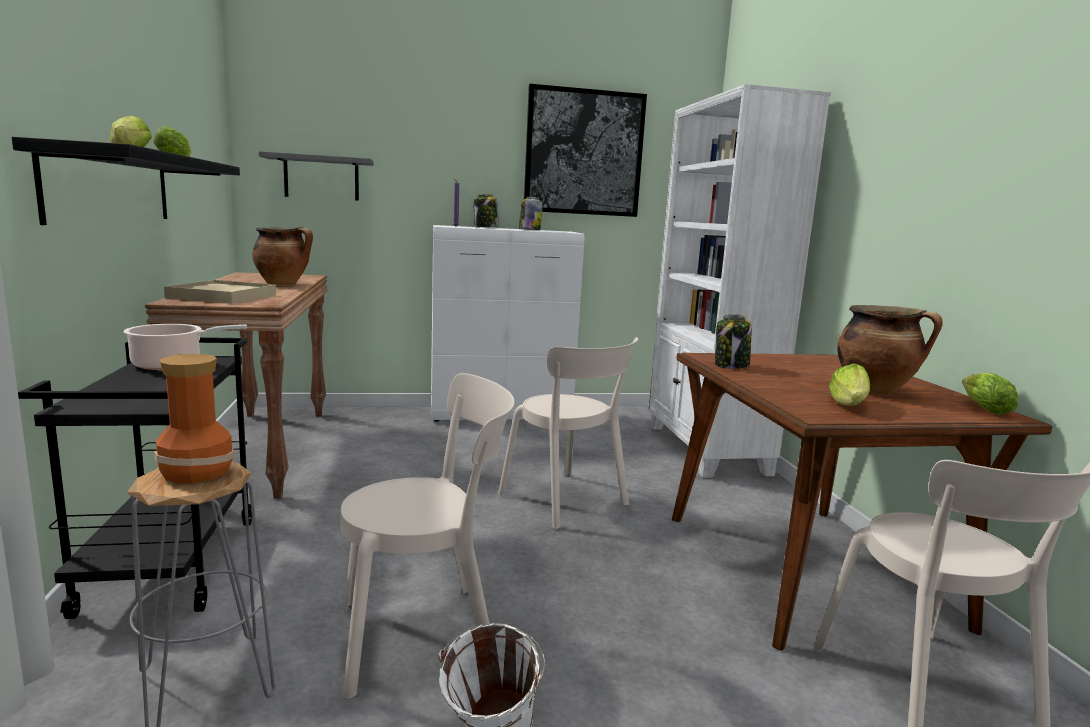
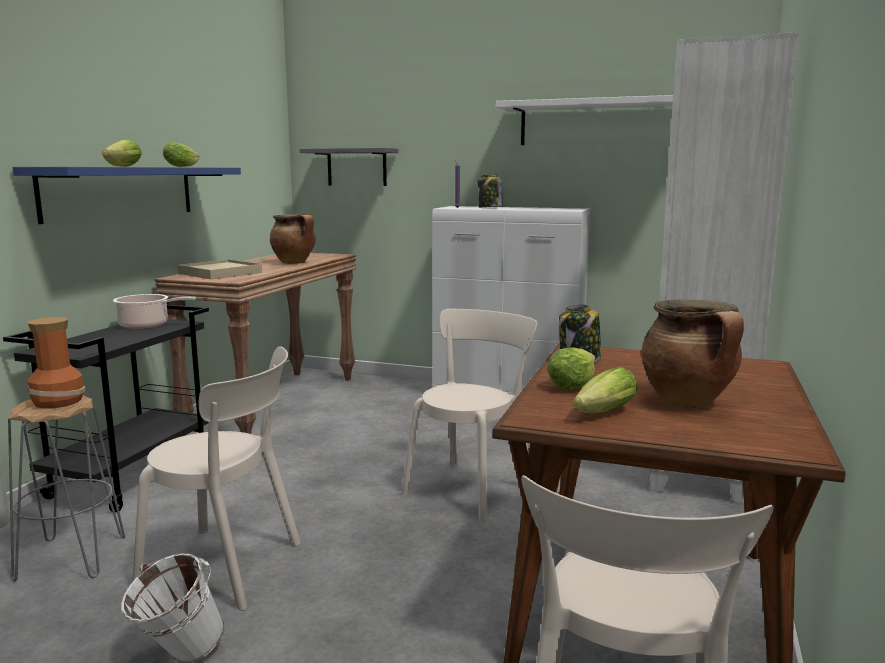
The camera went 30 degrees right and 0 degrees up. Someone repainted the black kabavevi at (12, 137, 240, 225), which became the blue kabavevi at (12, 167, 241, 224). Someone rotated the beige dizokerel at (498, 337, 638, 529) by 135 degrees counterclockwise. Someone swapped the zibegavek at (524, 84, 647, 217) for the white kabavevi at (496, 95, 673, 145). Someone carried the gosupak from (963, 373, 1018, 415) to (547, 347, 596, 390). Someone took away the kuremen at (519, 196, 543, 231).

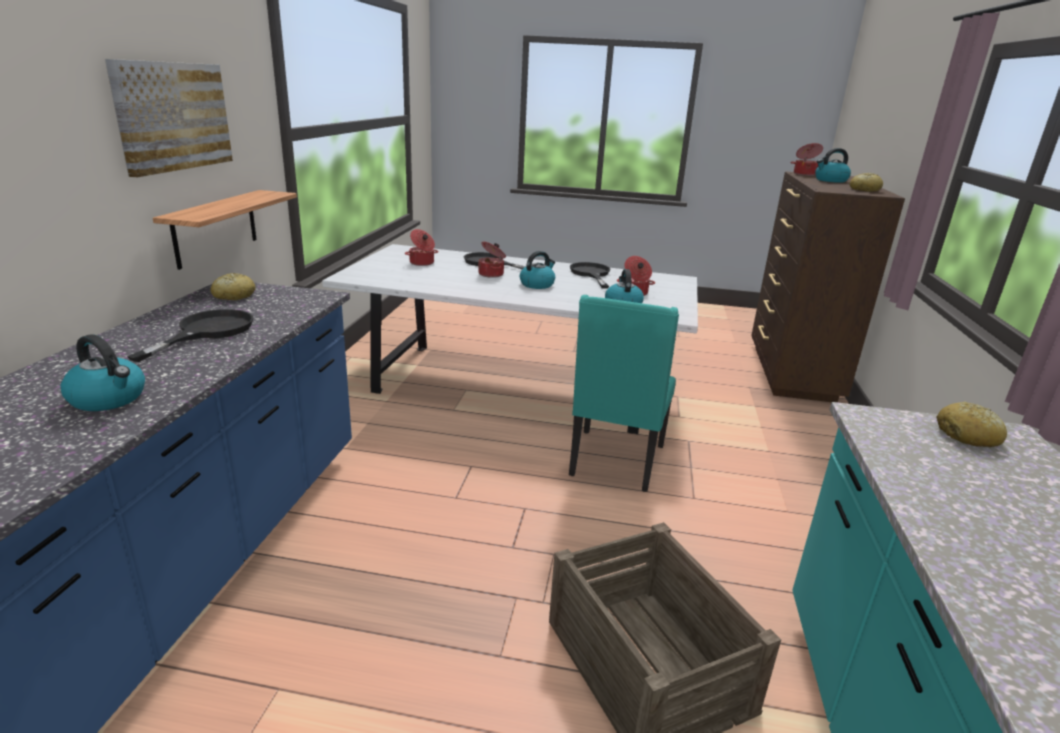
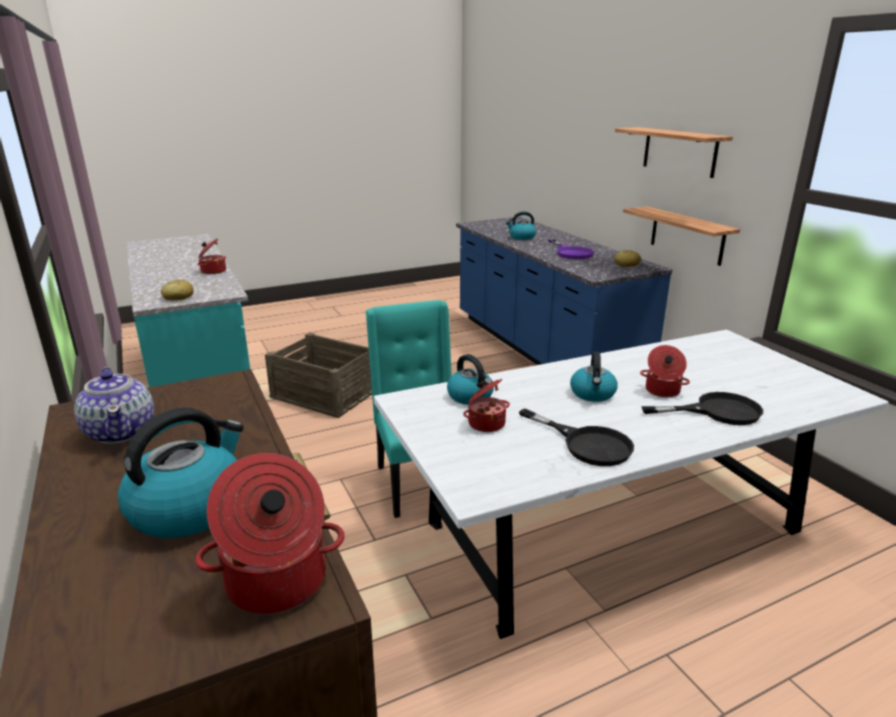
The camera went 145 degrees right and 0 degrees up. Someone swapped the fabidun at (850, 173, 883, 192) for the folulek at (74, 367, 154, 444). Someone carried the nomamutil from (405, 229, 439, 266) to (197, 238, 226, 274). Someone repainted the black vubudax at (127, 309, 253, 362), which became the purple vubudax at (548, 239, 594, 259). Someone swapped the zibegavek at (105, 59, 233, 177) for the kabavevi at (615, 127, 733, 178).

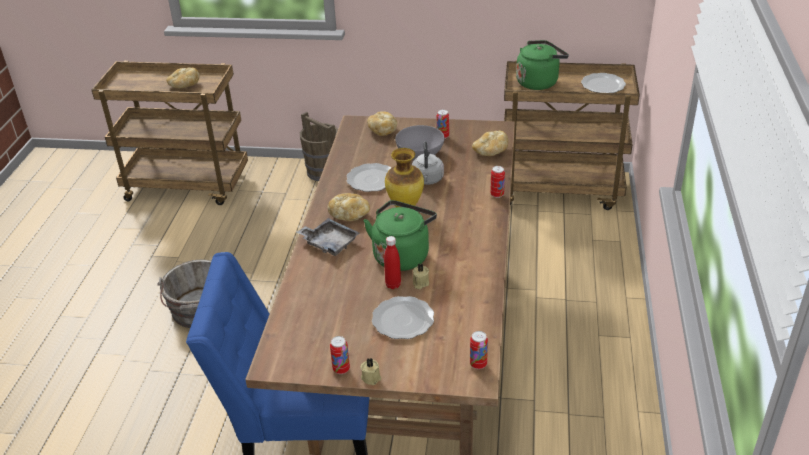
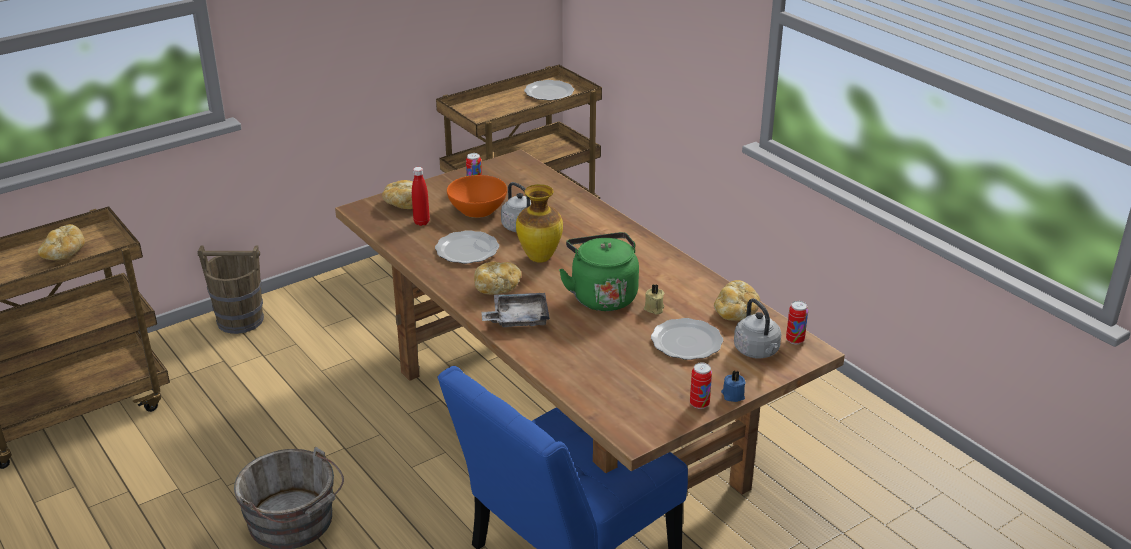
The camera went 45 degrees left and 5 degrees down. Someone carried the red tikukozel from (384, 236, 401, 289) to (412, 167, 430, 226). Someone repainted the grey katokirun at (395, 125, 444, 160), which became the orange katokirun at (447, 175, 507, 218). Someone carried the fabidun from (472, 131, 508, 156) to (714, 280, 760, 321). Someone repainted the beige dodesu at (361, 357, 381, 385), which became the blue dodesu at (721, 371, 746, 402). Someone put down the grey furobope at (734, 298, 782, 358). Someone took away the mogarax at (490, 166, 505, 198). Someone took away the green furobope at (516, 40, 569, 90).

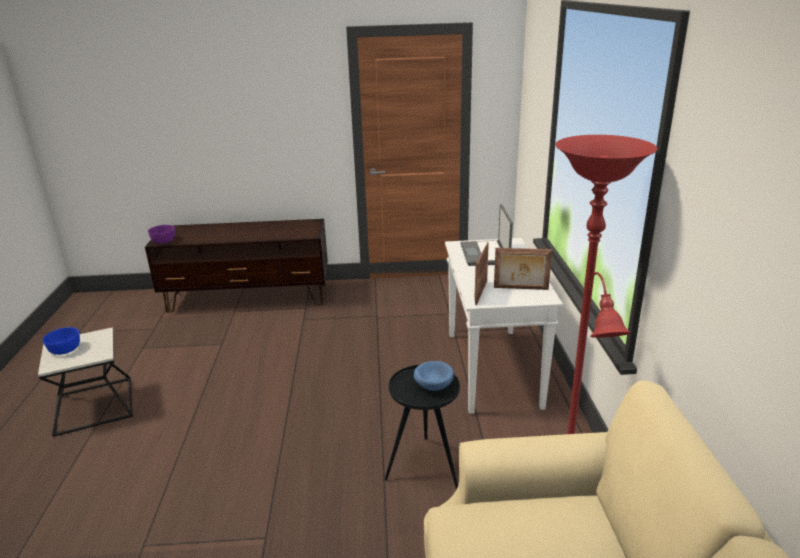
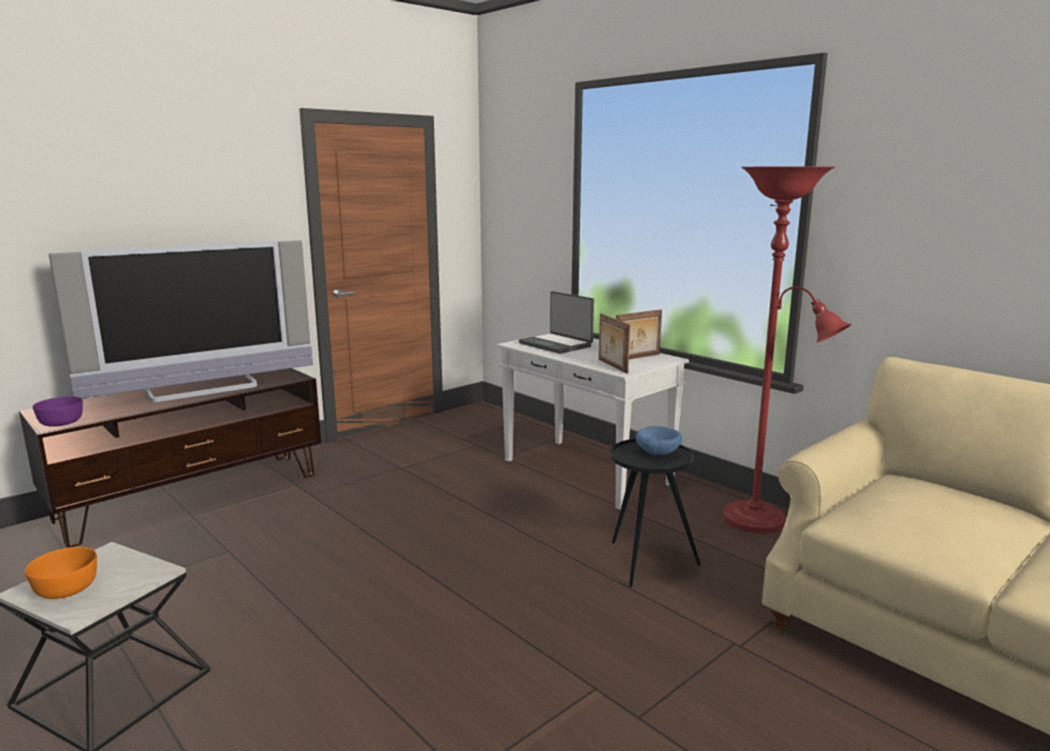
The camera went 40 degrees left and 10 degrees down. Someone repainted the blue katokirun at (43, 327, 80, 355), which became the orange katokirun at (25, 547, 97, 599). Someone put down the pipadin at (49, 240, 313, 402).

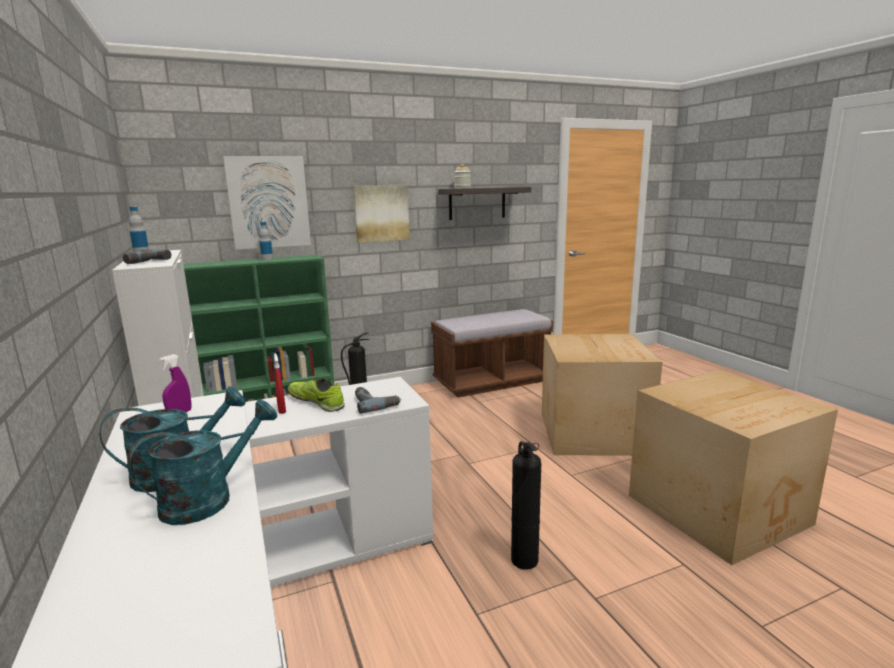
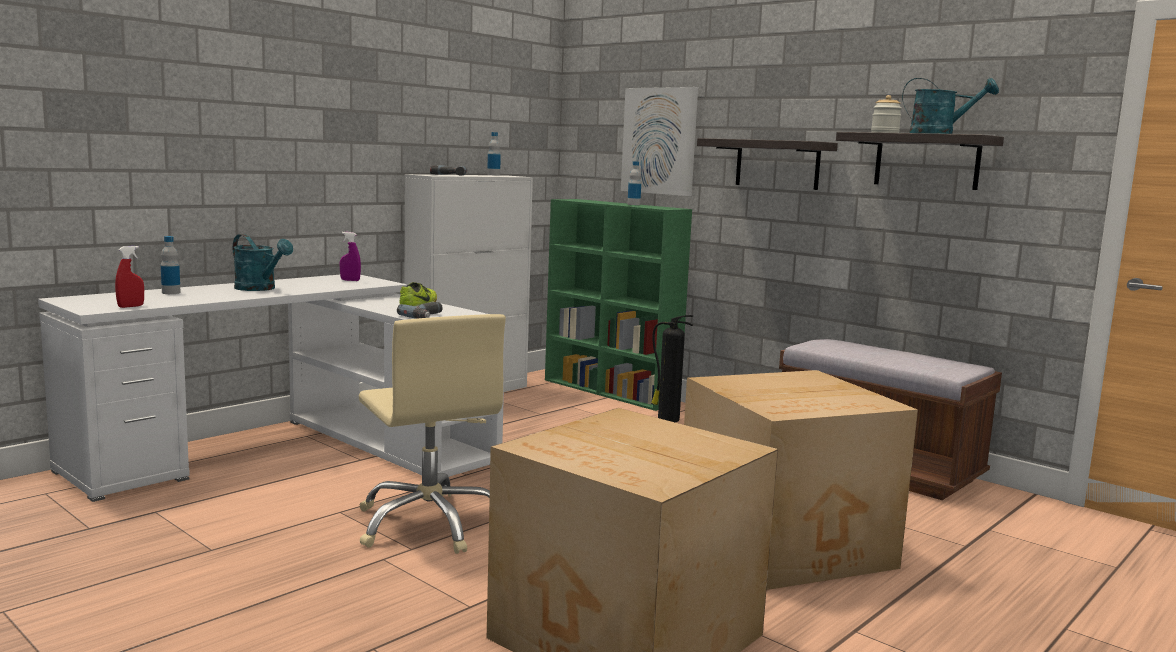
The camera went 65 degrees right and 5 degrees down. Someone carried the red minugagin from (274, 353, 286, 414) to (115, 246, 144, 308). Someone put down the tikukozel at (161, 236, 181, 294). Someone swapped the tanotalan at (511, 441, 541, 570) for the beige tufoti at (358, 314, 506, 554). Someone swapped the zibegavek at (353, 185, 410, 243) for the kabavevi at (697, 138, 838, 190). Someone carried the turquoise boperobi from (127, 400, 277, 525) to (902, 78, 999, 134).

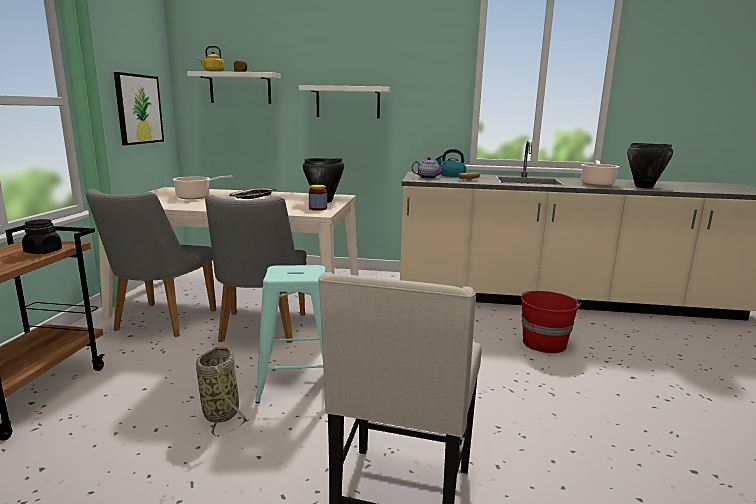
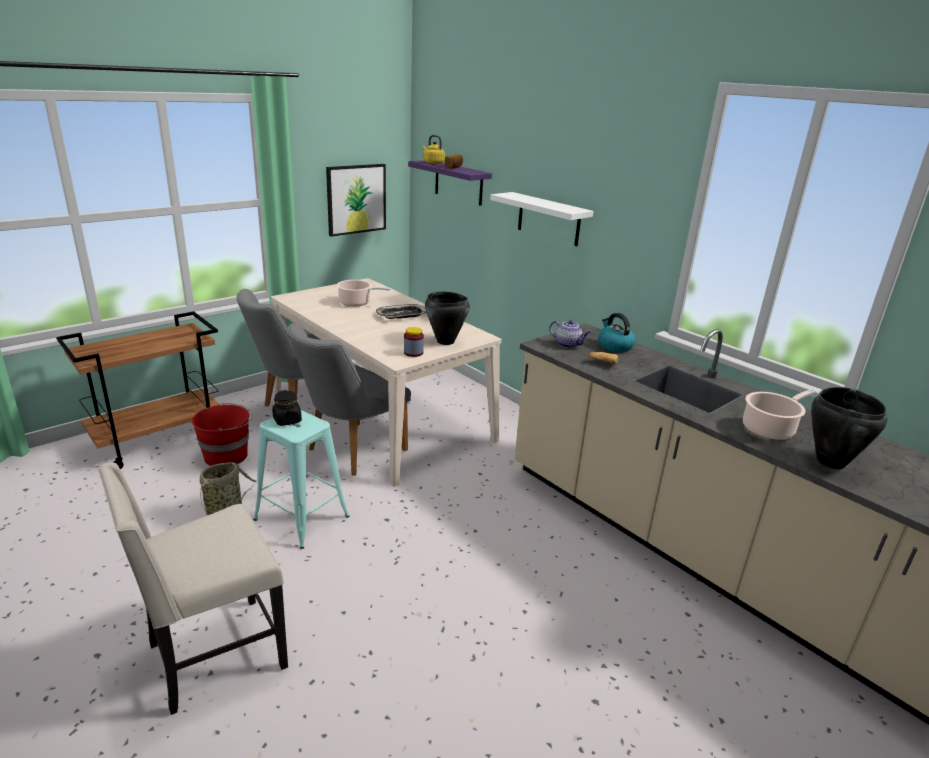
The camera went 40 degrees right and 10 degrees up. Someone carried the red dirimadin from (521, 291, 581, 353) to (192, 403, 252, 466). Someone carried the black kuremen from (22, 219, 62, 254) to (272, 390, 302, 426). Someone repainted the white kabavevi at (187, 71, 281, 104), which became the purple kabavevi at (408, 160, 492, 206).

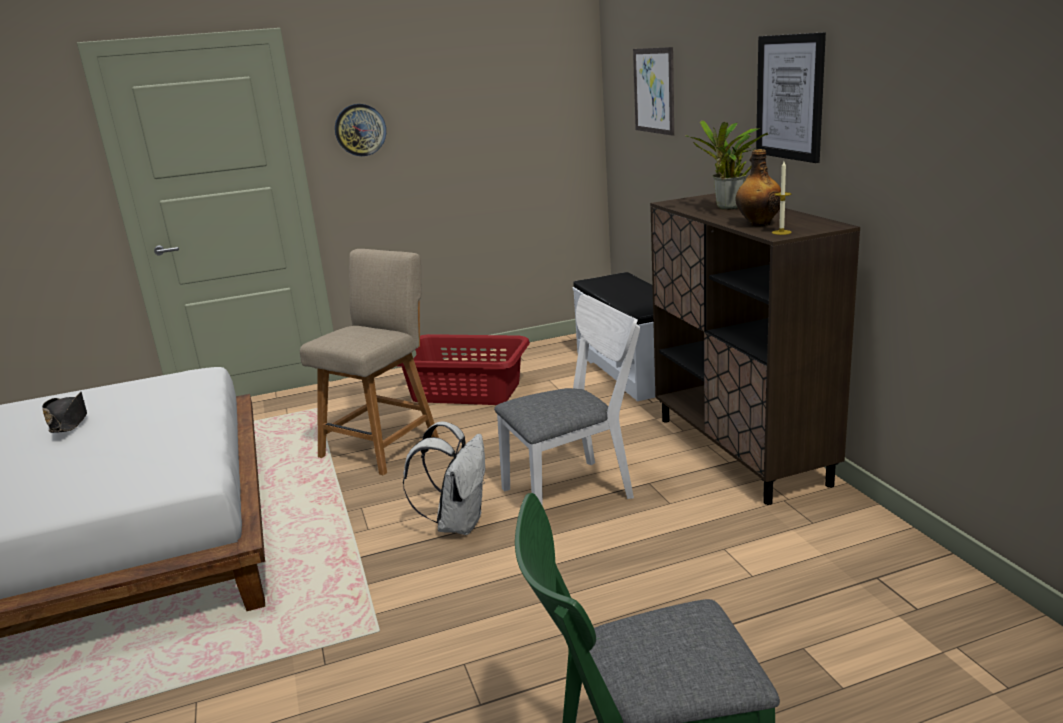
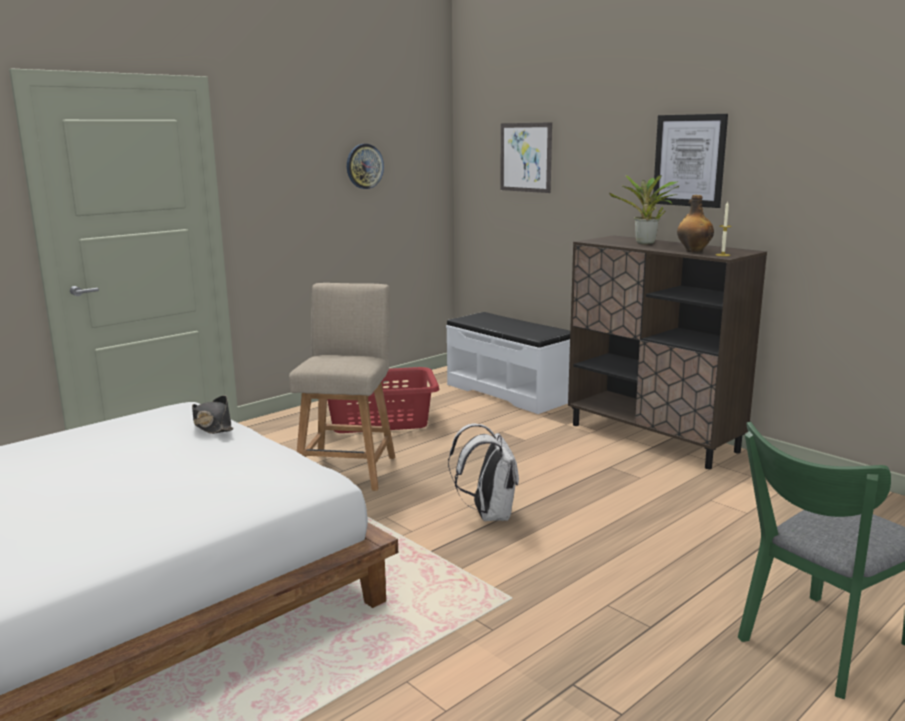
The camera went 25 degrees left and 5 degrees down. Someone carried the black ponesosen from (42, 392, 87, 433) to (192, 395, 233, 434). Someone carried the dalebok from (335, 104, 386, 156) to (347, 144, 384, 189). Someone took away the white dizokerel at (494, 295, 640, 506).

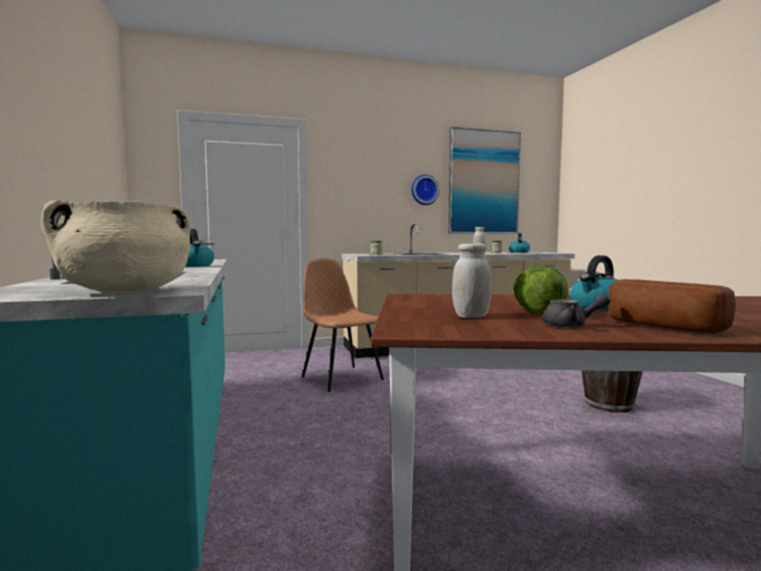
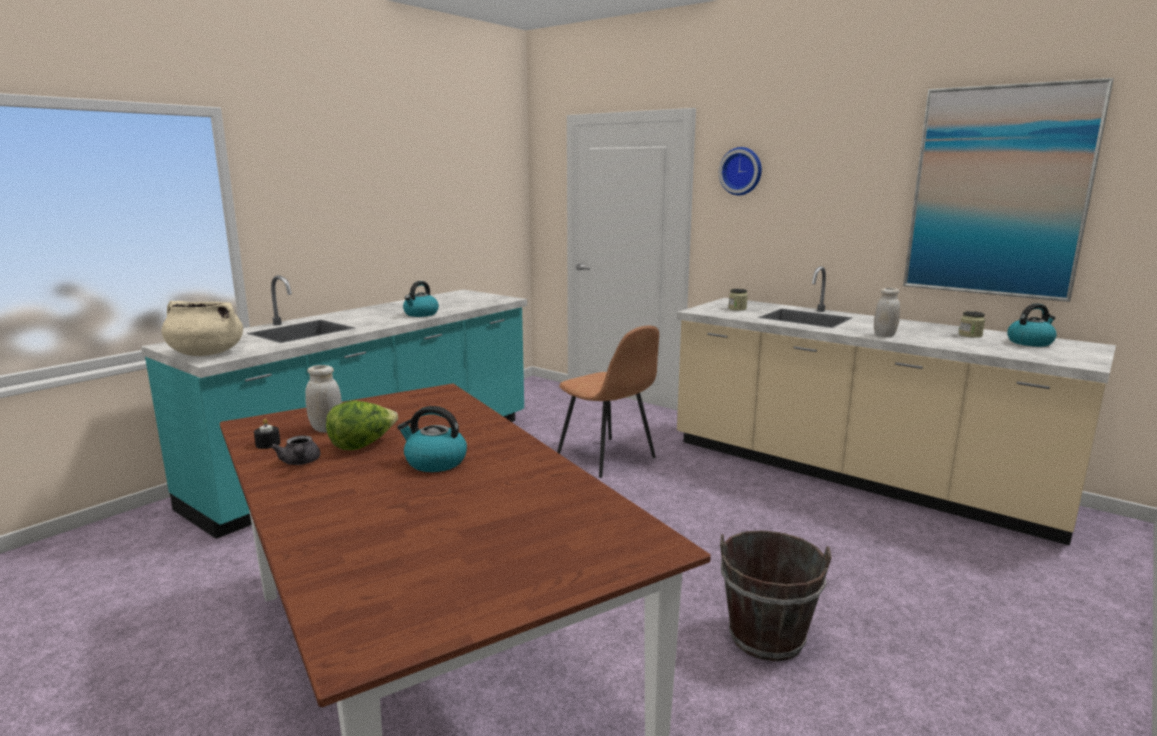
The camera went 55 degrees right and 10 degrees up. Someone put down the black dodesu at (254, 419, 281, 449). Someone rotated the brown dizokerel at (302, 258, 384, 392) by 120 degrees clockwise. Someone carried the dalebok from (411, 174, 439, 205) to (719, 147, 762, 195). Someone took away the fabidun at (609, 279, 736, 333).

